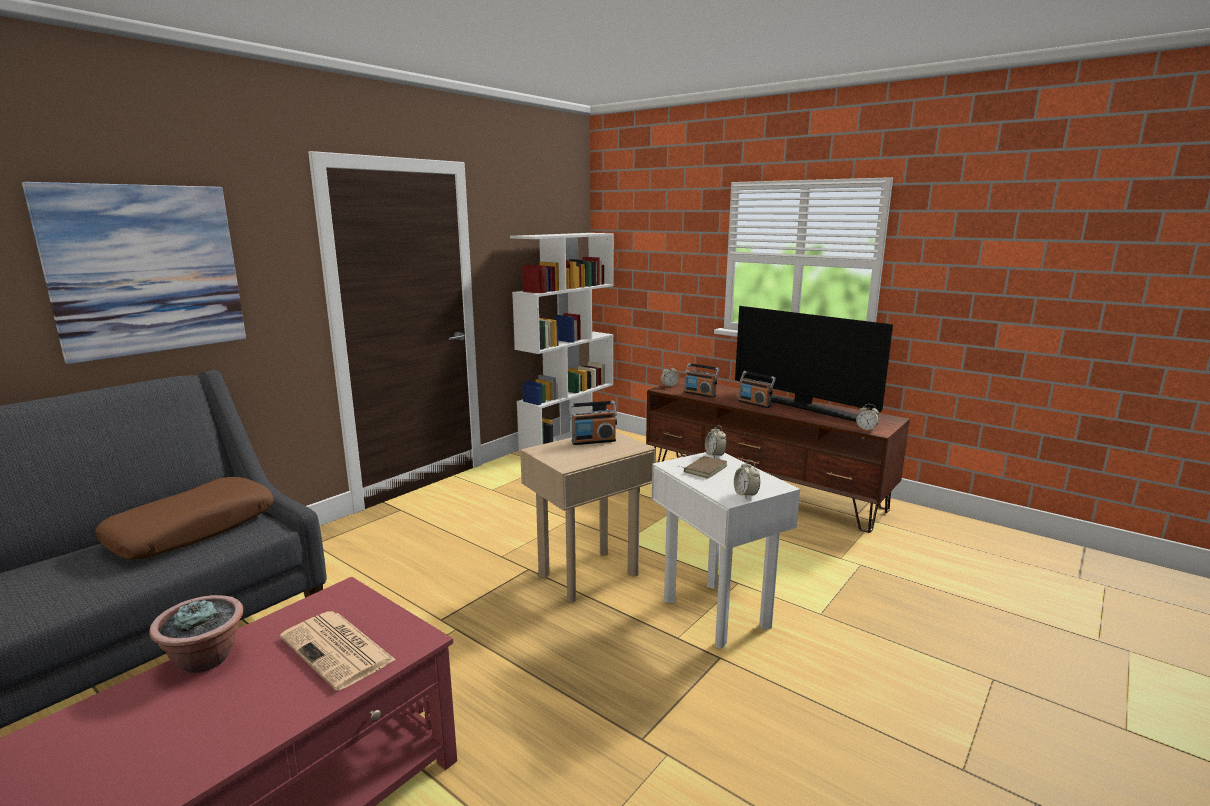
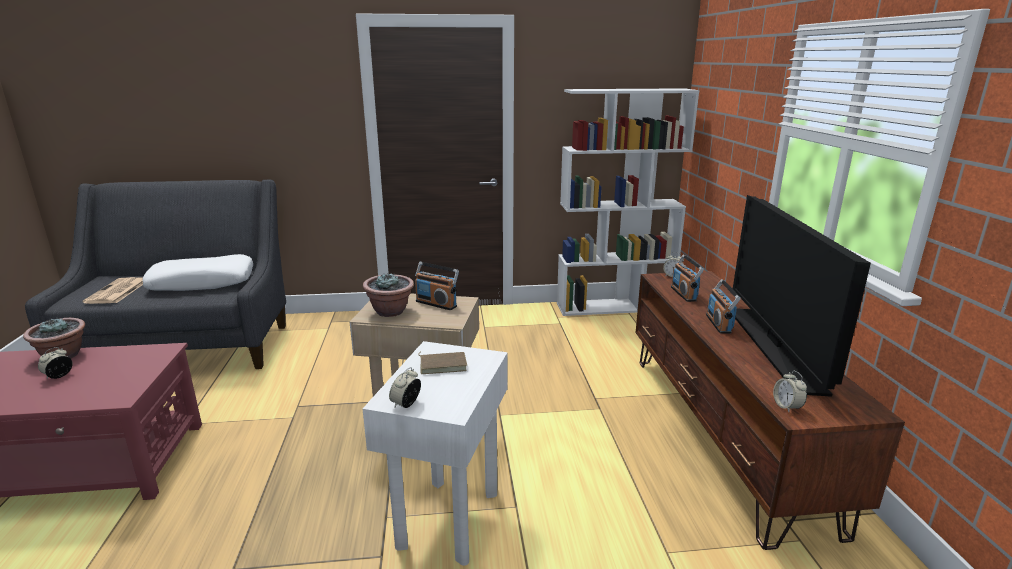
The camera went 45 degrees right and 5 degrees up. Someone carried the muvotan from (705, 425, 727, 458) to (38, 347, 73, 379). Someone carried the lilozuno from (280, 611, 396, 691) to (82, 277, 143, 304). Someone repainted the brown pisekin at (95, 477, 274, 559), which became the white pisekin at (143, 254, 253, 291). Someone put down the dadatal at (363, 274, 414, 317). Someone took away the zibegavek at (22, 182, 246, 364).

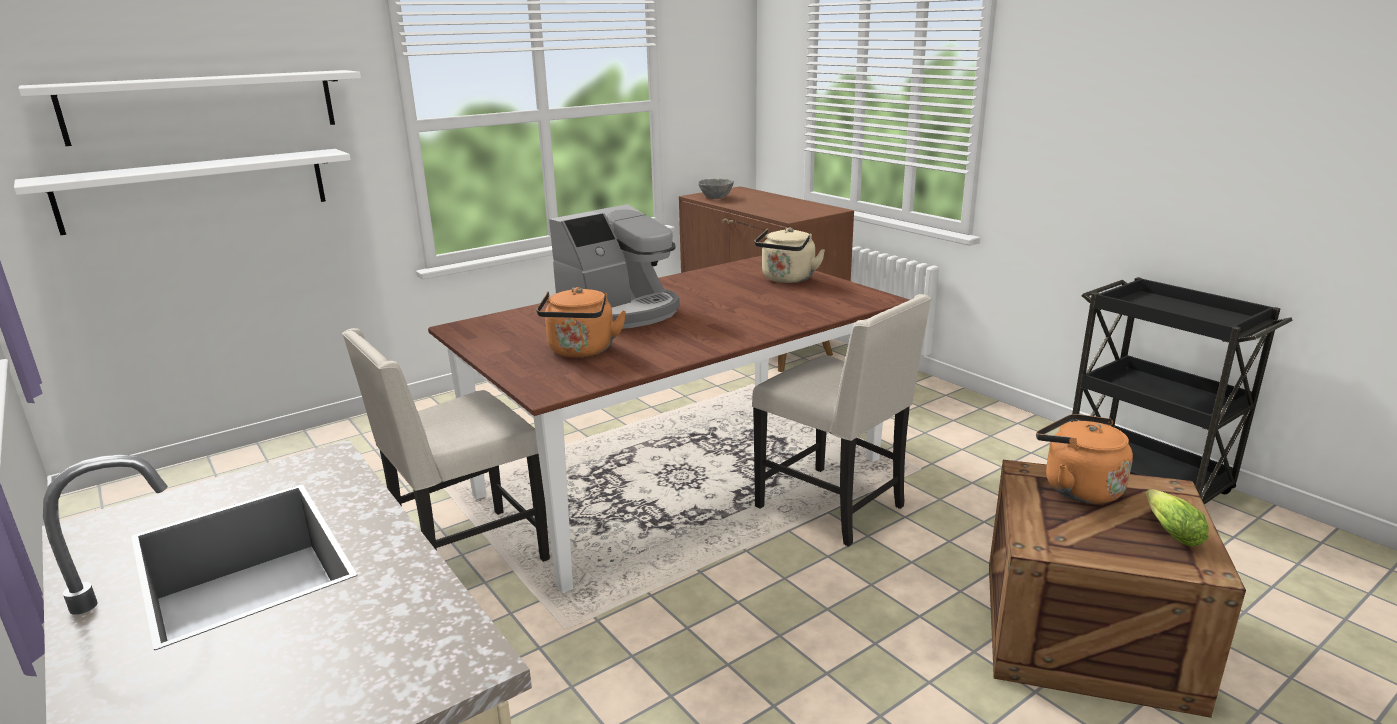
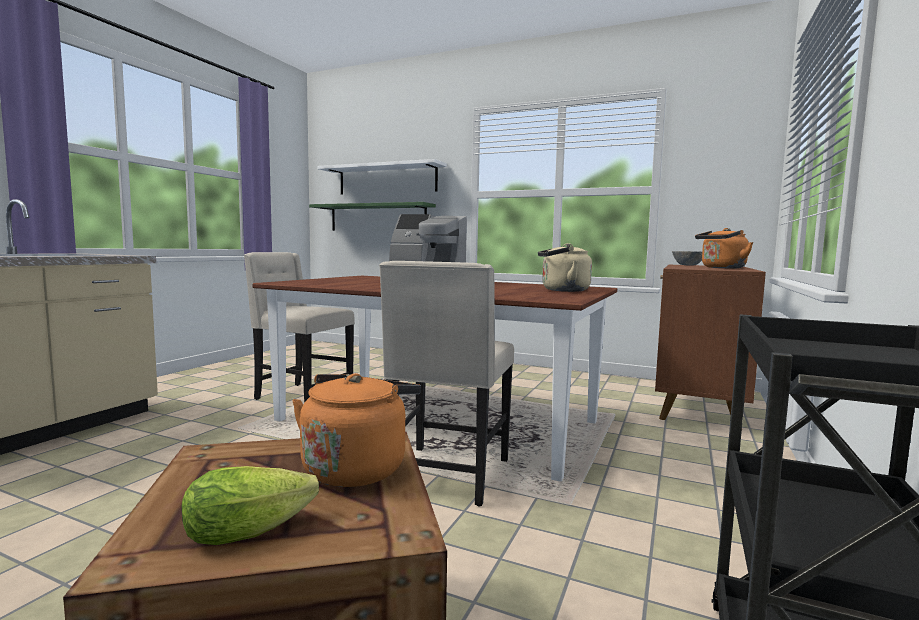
The camera went 60 degrees right and 15 degrees down. Someone repainted the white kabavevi at (14, 149, 351, 235), which became the green kabavevi at (309, 202, 436, 231). Someone carried the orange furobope from (536, 287, 626, 358) to (695, 228, 753, 269).

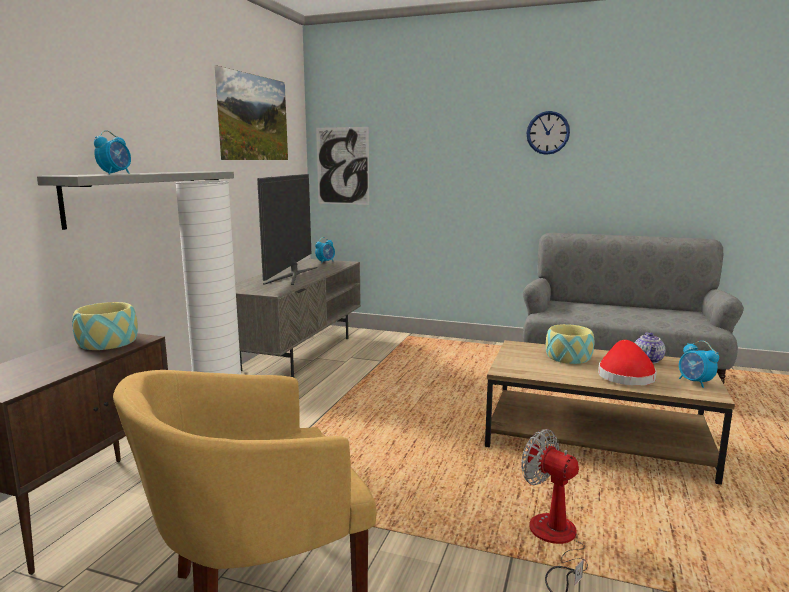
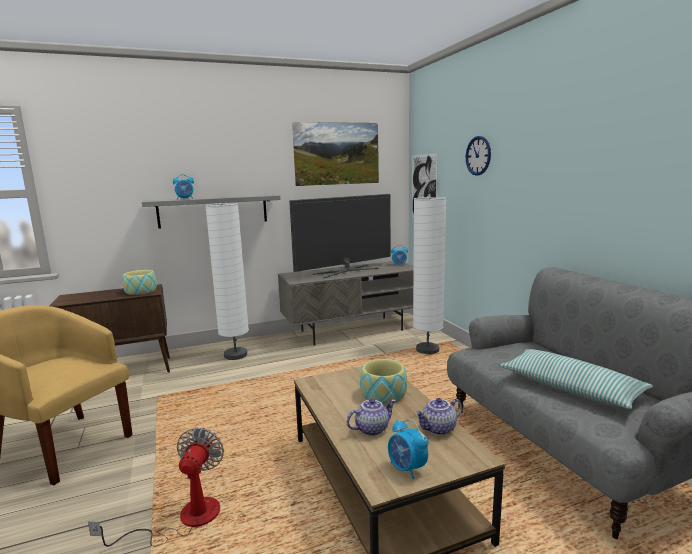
The camera went 50 degrees right and 0 degrees up. Someone swapped the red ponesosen at (598, 340, 657, 386) for the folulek at (347, 399, 396, 436). Someone rotated the muvotan at (679, 341, 719, 388) by 60 degrees counterclockwise. Someone put down the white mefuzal at (413, 197, 446, 354). Someone carried the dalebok from (527, 111, 570, 155) to (466, 136, 491, 176). Someone put down the pisekin at (500, 349, 653, 409).

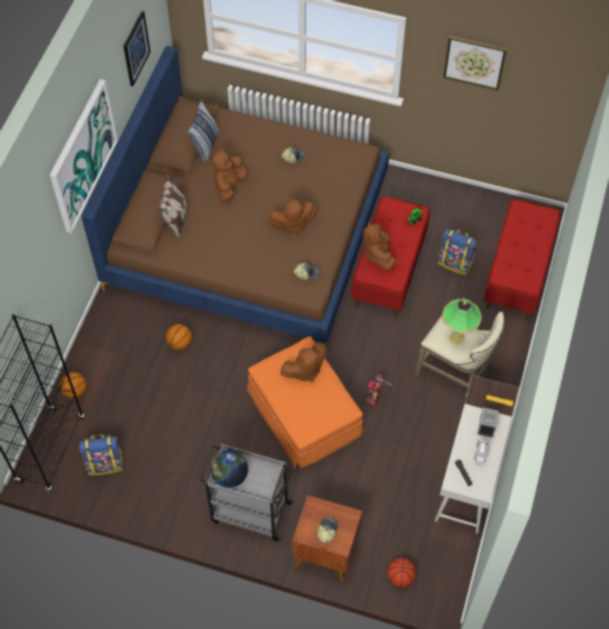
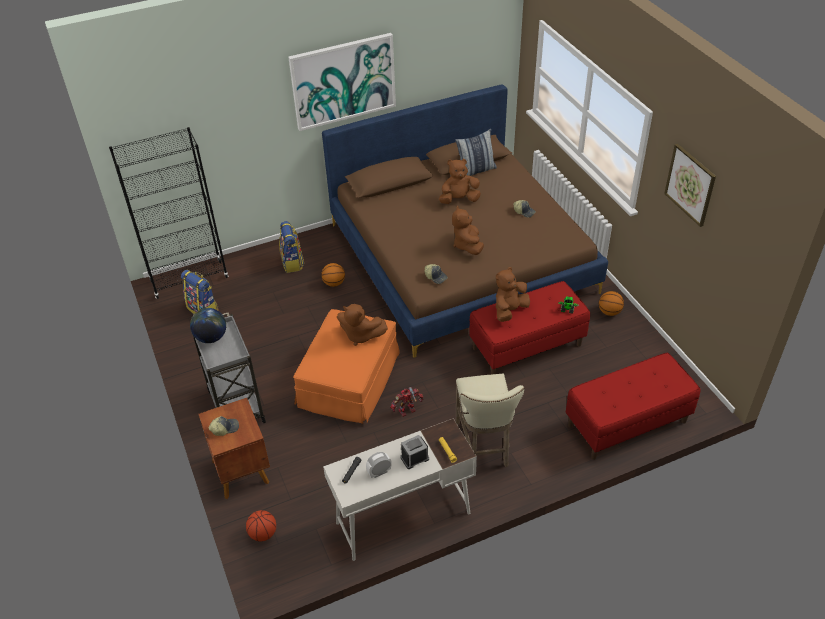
The camera went 50 degrees right and 15 degrees down. Someone carried the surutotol from (438, 229, 477, 275) to (279, 221, 304, 273). Someone rotated the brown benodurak at (269, 199, 318, 236) by 45 degrees clockwise. Someone carried the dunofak from (60, 372, 87, 399) to (599, 291, 624, 316). Someone took away the zibegavek at (123, 11, 151, 86). Someone took away the pisekin at (158, 174, 188, 239). Someone took away the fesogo at (442, 298, 482, 344).

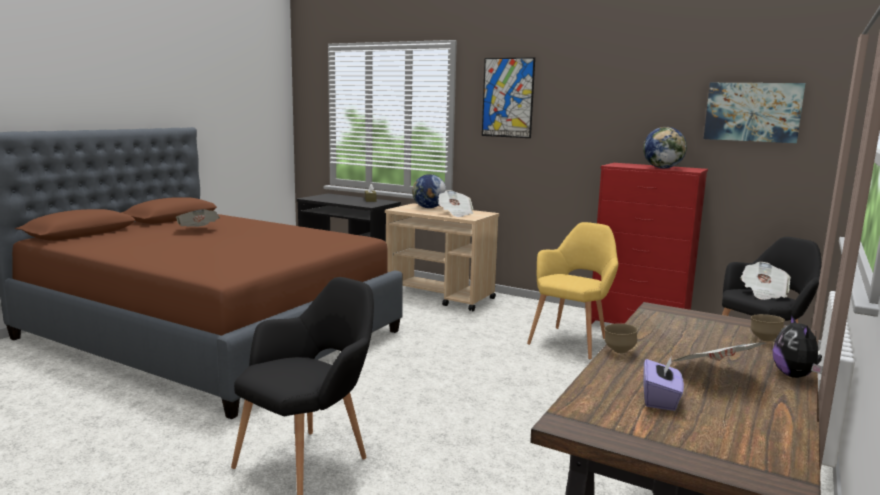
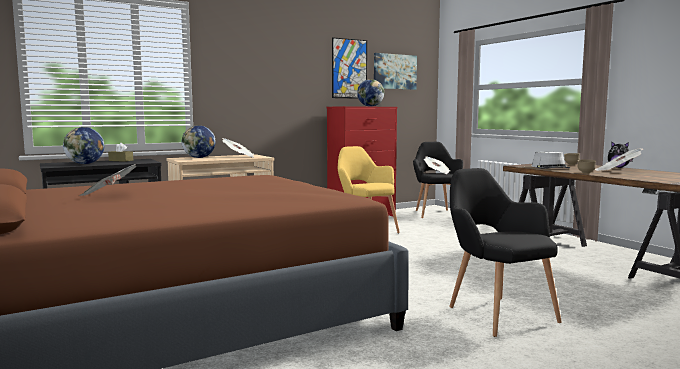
The camera went 60 degrees left and 5 degrees down. Someone put down the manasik at (63, 127, 104, 164). Someone carried the zibegavek from (482, 57, 535, 138) to (332, 37, 367, 99). Someone put down the grey ponesosen at (532, 152, 570, 169). Someone took away the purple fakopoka at (643, 357, 684, 411).

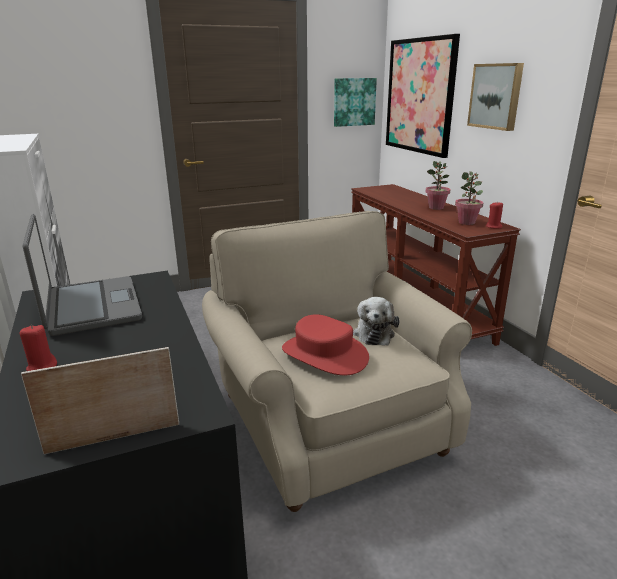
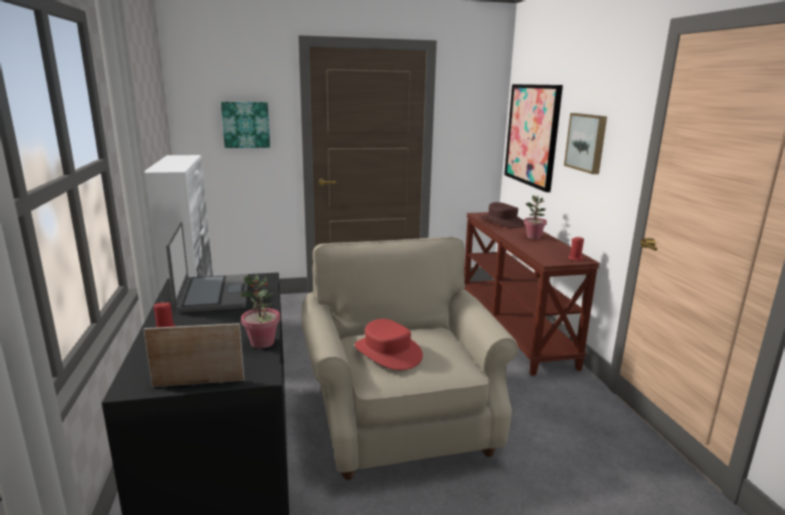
The camera went 10 degrees right and 5 degrees down. Someone carried the zibegavek from (334, 78, 377, 127) to (221, 102, 270, 148). Someone carried the dadatal from (455, 171, 483, 225) to (240, 275, 280, 348). Someone put down the brown ponesosen at (481, 202, 524, 228). Someone took away the benodurak at (353, 297, 399, 346).

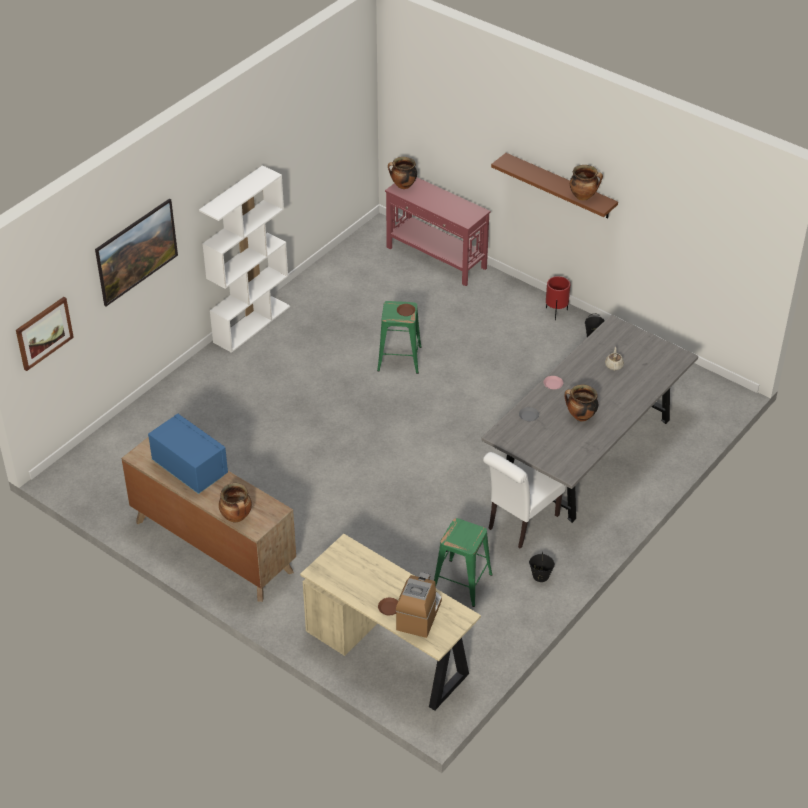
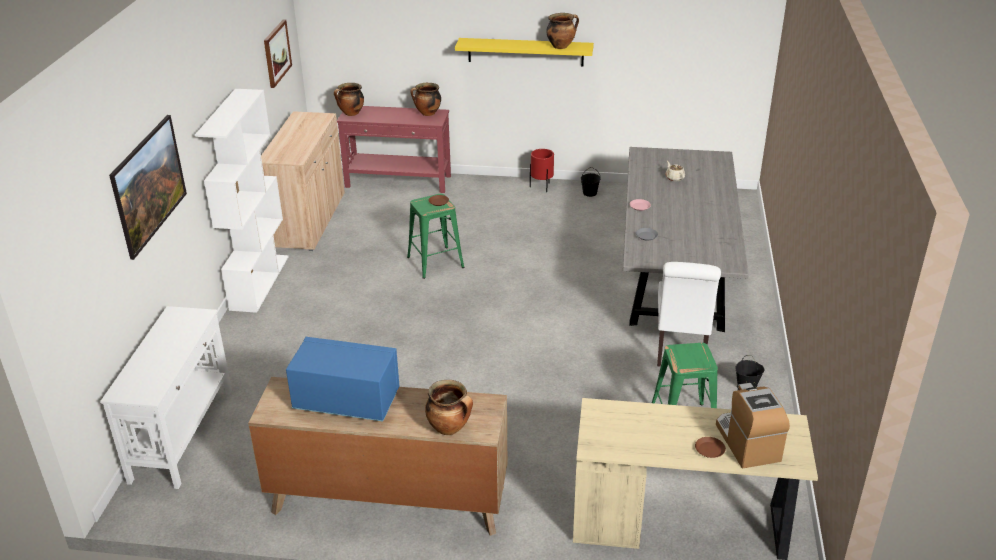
The camera went 30 degrees left and 10 degrees down. Someone put down the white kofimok at (100, 306, 232, 489). Someone put down the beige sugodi at (261, 111, 345, 251). Someone carried the zibegavek from (16, 297, 74, 371) to (264, 19, 292, 88). Someone carried the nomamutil from (564, 385, 598, 421) to (410, 83, 441, 116). Someone repainted the brown kabavevi at (491, 153, 618, 219), which became the yellow kabavevi at (455, 38, 594, 66).

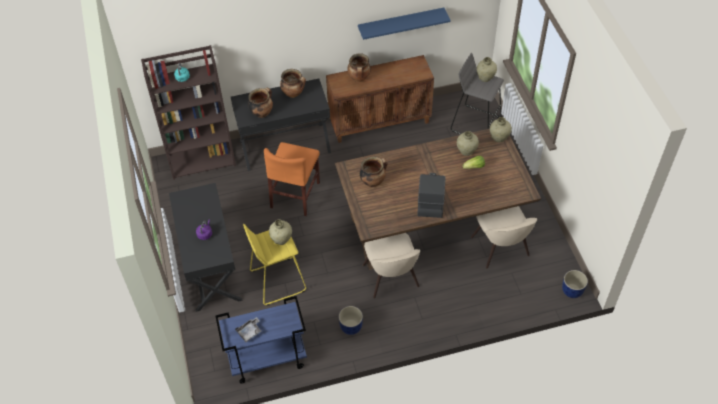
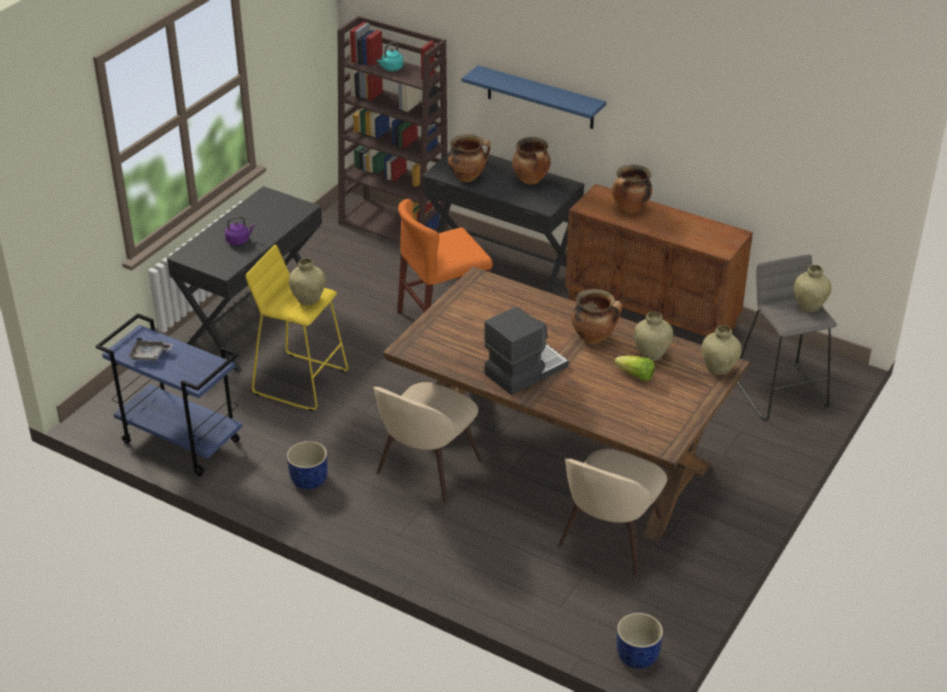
The camera went 45 degrees right and 15 degrees down. Someone carried the blue kabavevi from (358, 8, 451, 40) to (462, 65, 606, 129). Someone carried the nomamutil from (360, 157, 388, 187) to (572, 289, 623, 344).

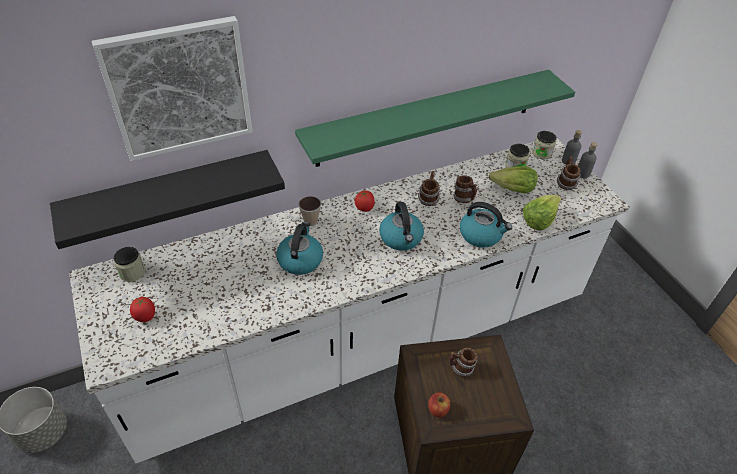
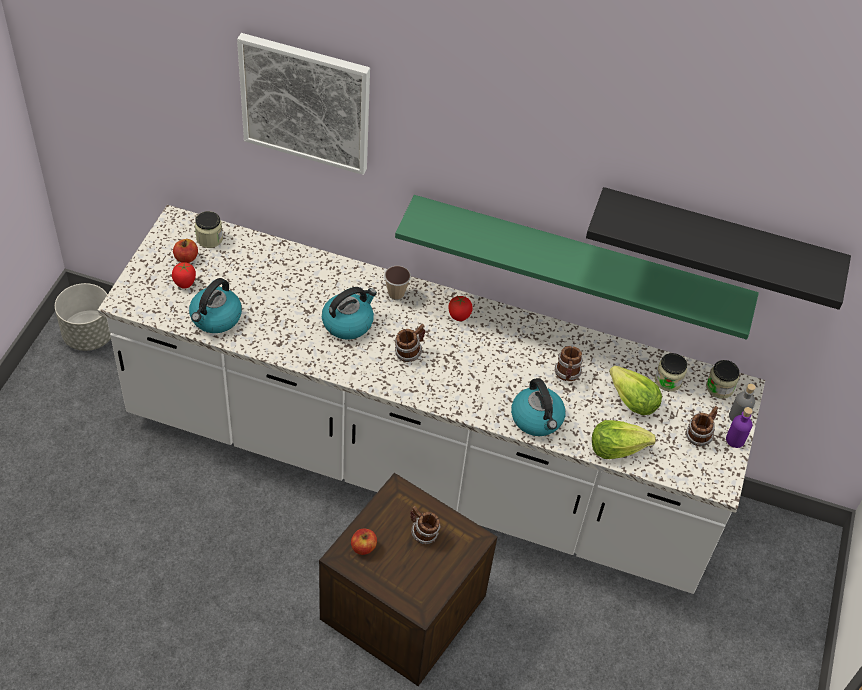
The camera went 40 degrees right and 5 degrees up. Someone put down the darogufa at (173, 239, 198, 263). Someone carried the furobope from (379, 202, 424, 251) to (189, 278, 242, 333). Someone carried the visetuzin from (418, 171, 440, 206) to (395, 324, 425, 362). Someone carried the black kabavevi from (50, 150, 285, 249) to (586, 187, 851, 310). Someone repainted the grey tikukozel at (578, 142, 597, 178), which became the purple tikukozel at (726, 407, 753, 448).

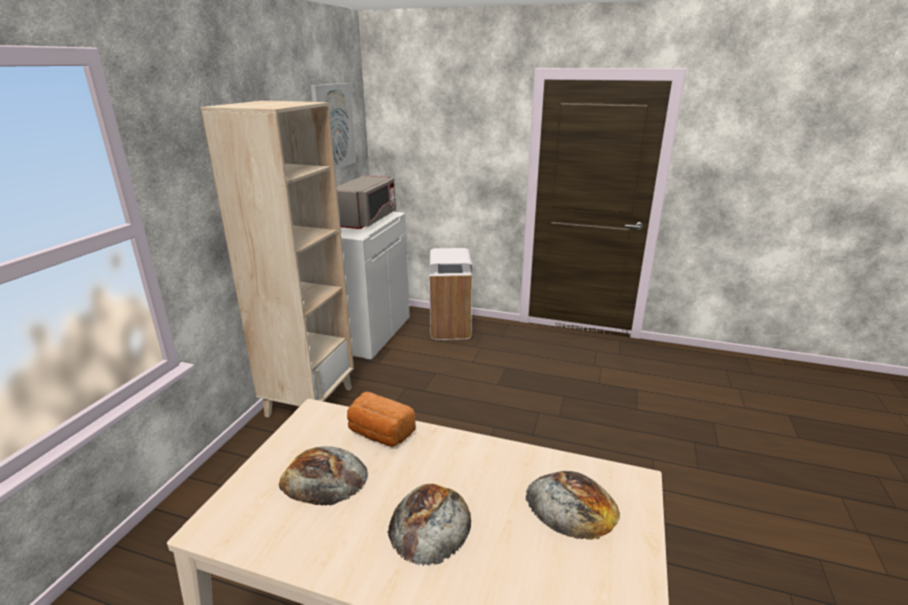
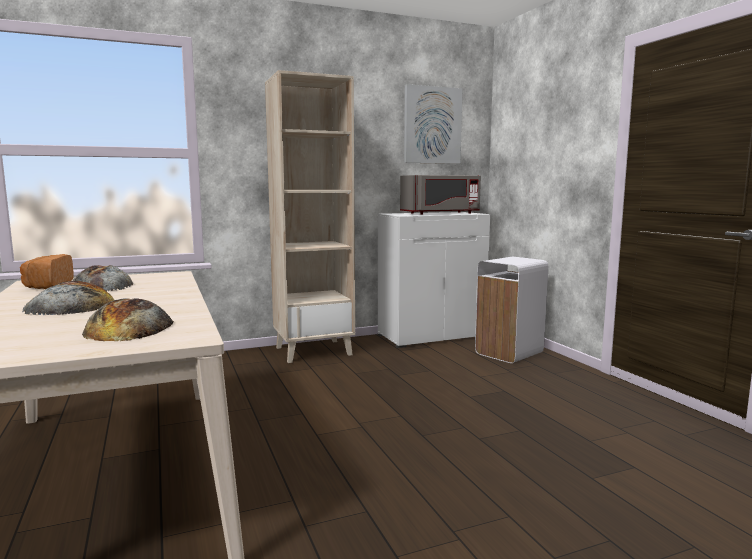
The camera went 50 degrees right and 15 degrees down. Someone carried the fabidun from (347, 392, 416, 447) to (20, 254, 74, 289).

